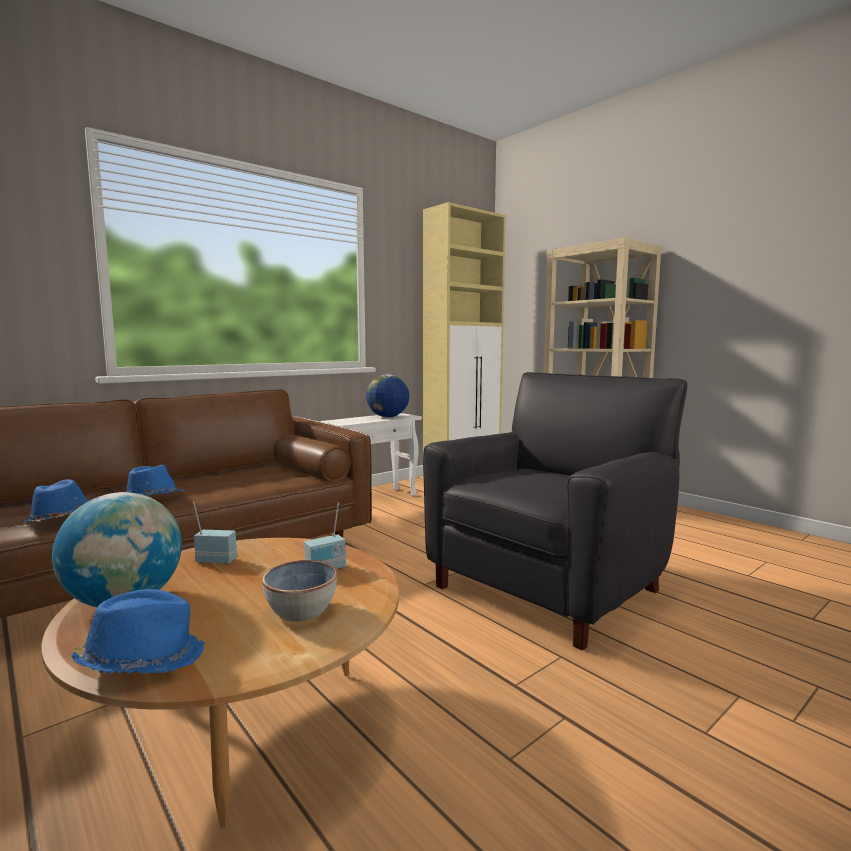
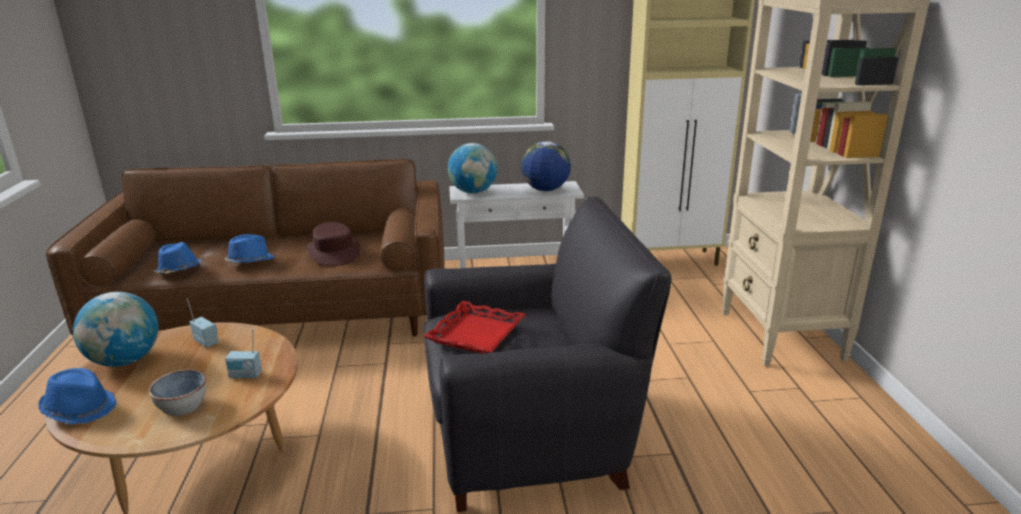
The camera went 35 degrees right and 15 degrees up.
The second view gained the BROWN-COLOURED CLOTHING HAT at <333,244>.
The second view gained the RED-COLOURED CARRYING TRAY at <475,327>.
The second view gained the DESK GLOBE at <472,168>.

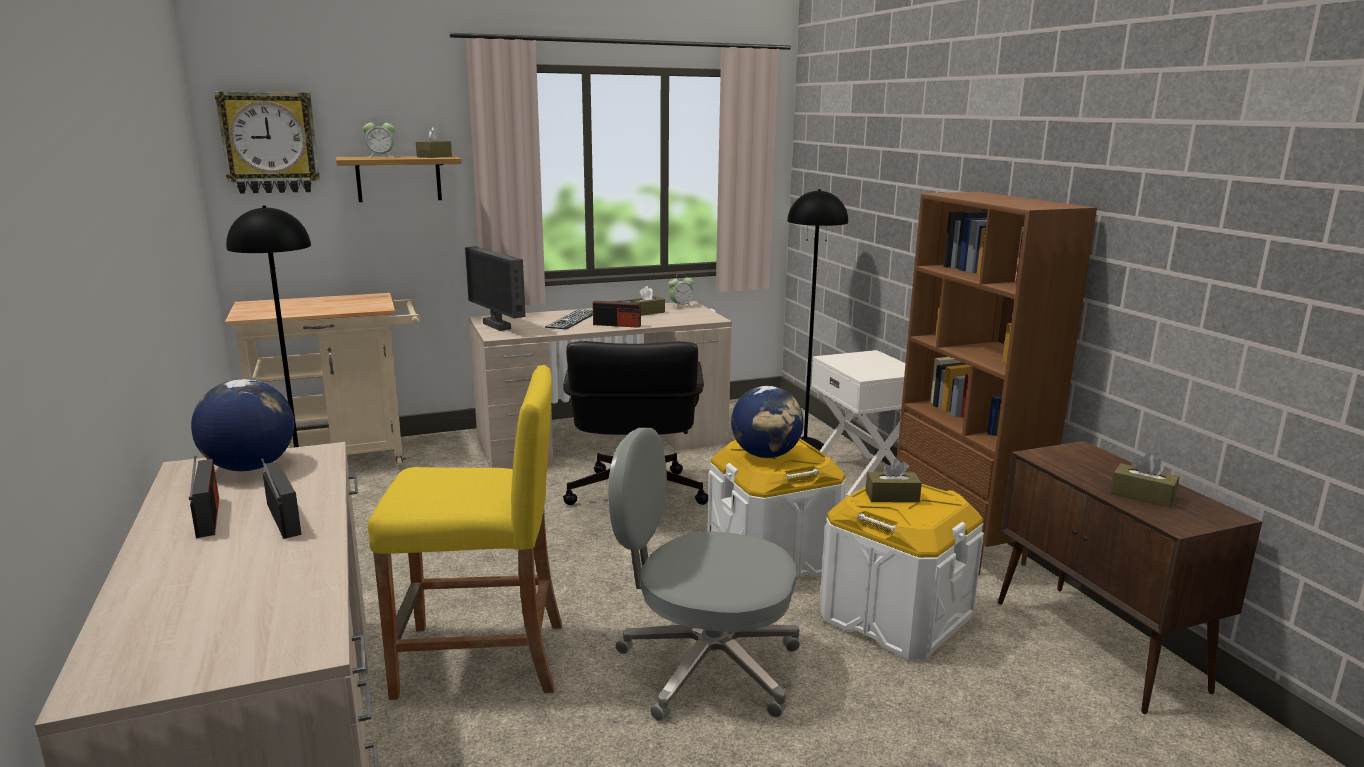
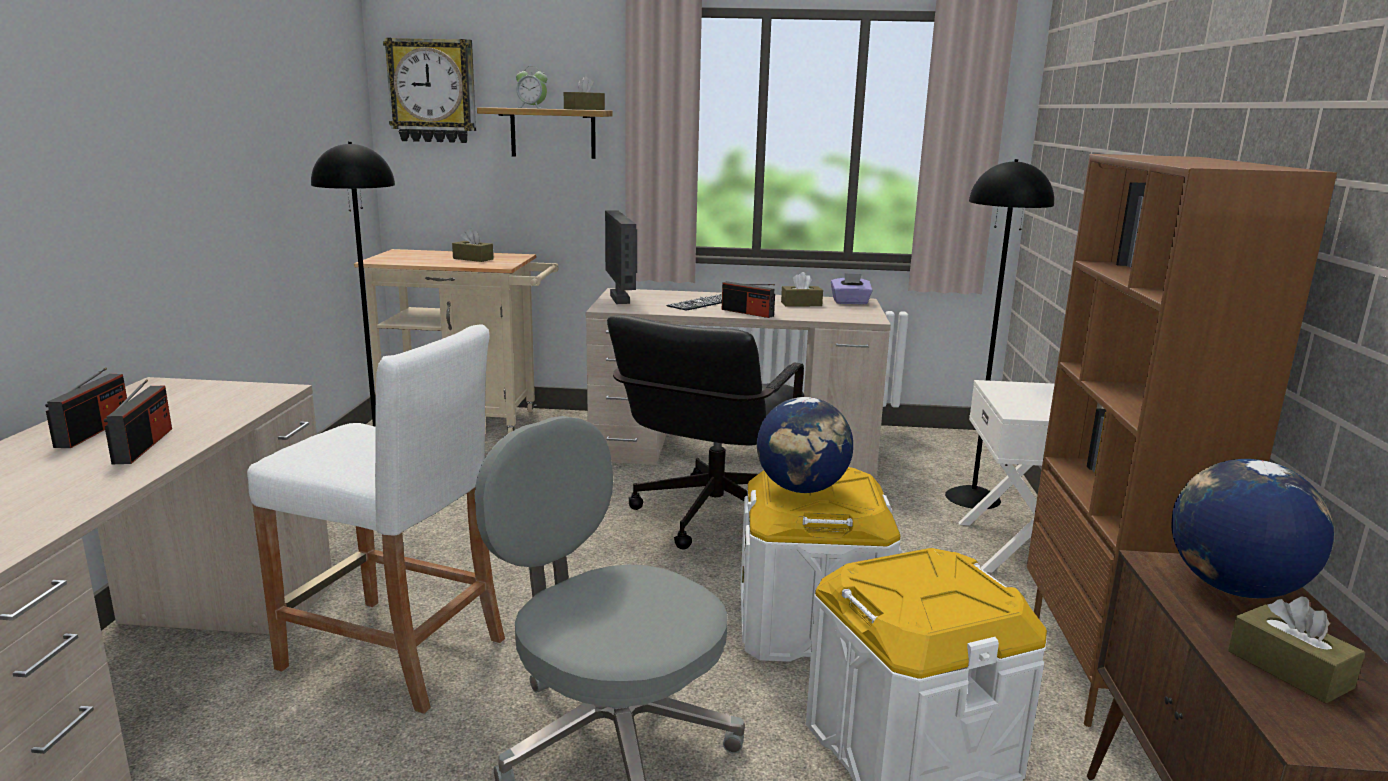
The camera went 25 degrees right and 0 degrees up.
The DESK GLOBE ended up elsewhere, having gone from <242,425> to <1253,528>.
What was the YELLOWISH STOOL at <464,532> turned into the WHITE STOOL at <376,519>.
Where the ALARM CLOCK stood at <681,291>, the PURPLE BOX OF TISSUES came to stand at <852,289>.
The BROWN-COLOURED BOX OF TISSUES ended up elsewhere, having gone from <894,480> to <472,245>.

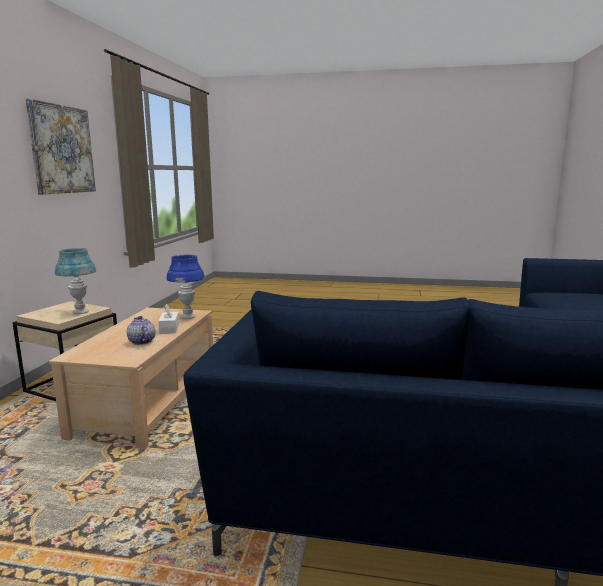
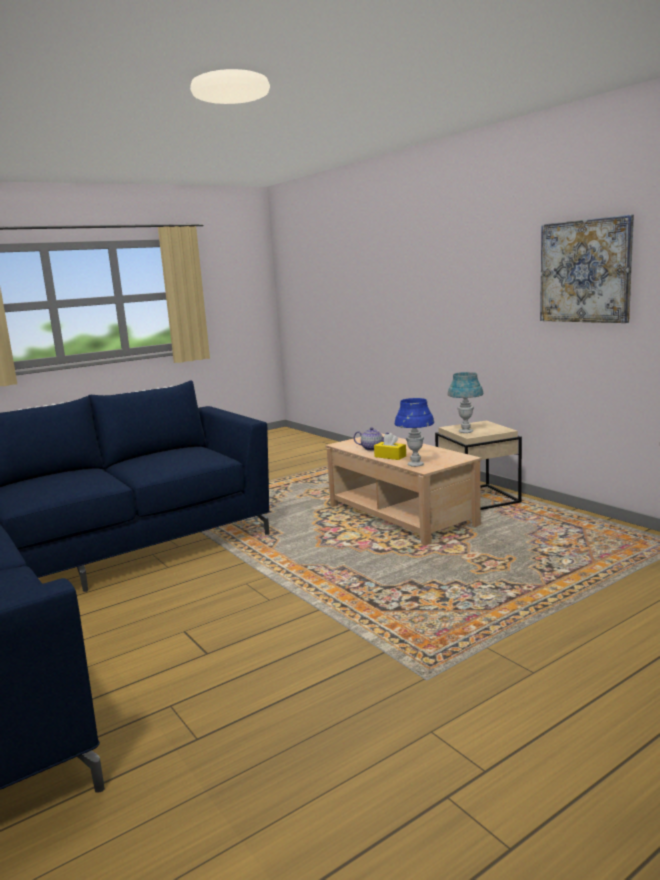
The camera went 135 degrees right and 0 degrees up.
What was the WHITE BOX OF TISSUES at <168,319> turned into the YELLOWISH BOX OF TISSUES at <390,446>.

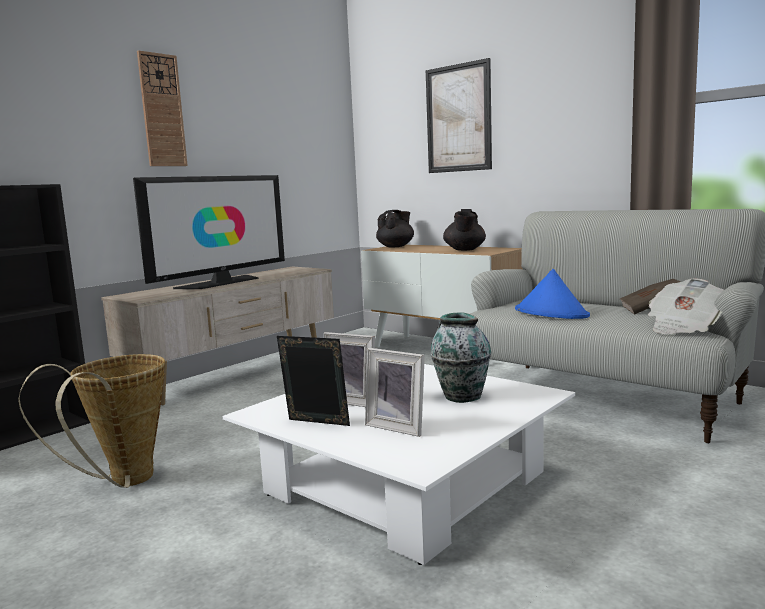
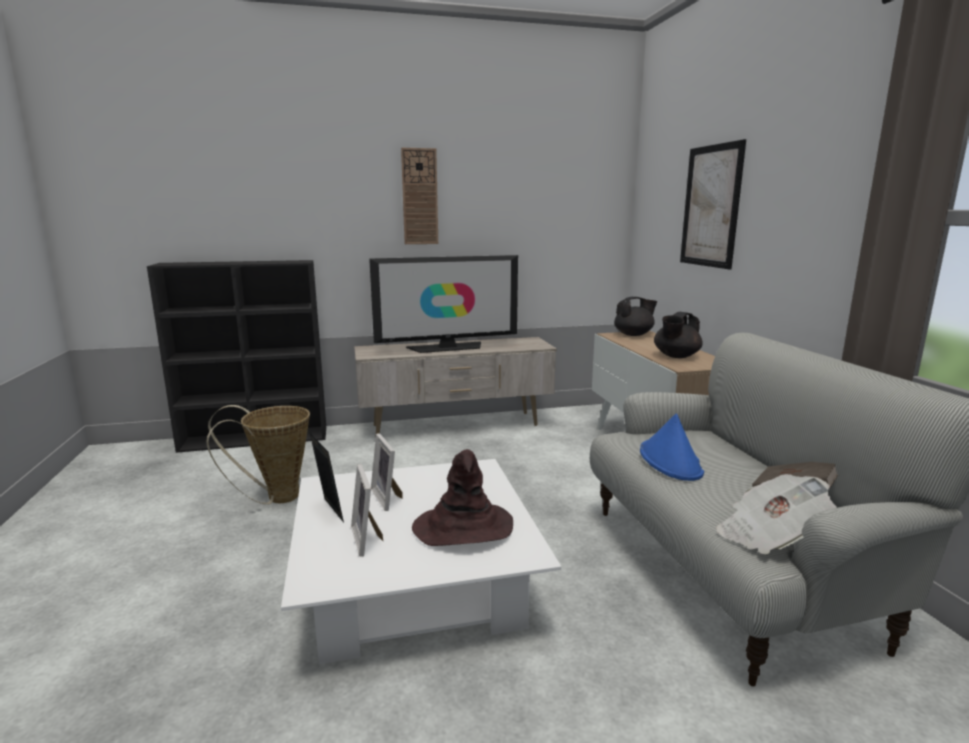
The camera went 35 degrees right and 5 degrees up.
Where the DECORATIVE VASE stood at <461,357>, the BROWN-COLOURED CLOTHING HAT came to stand at <462,497>.

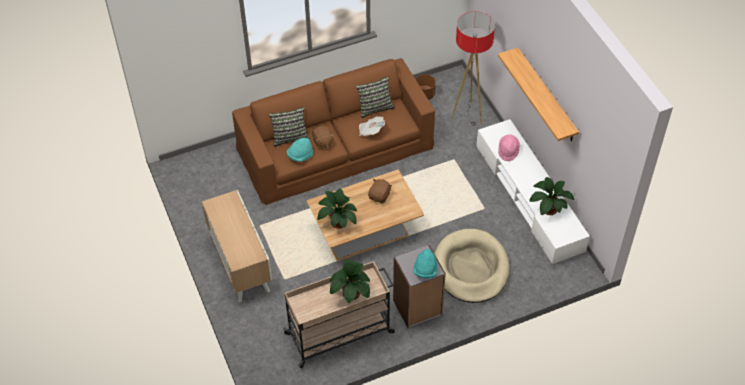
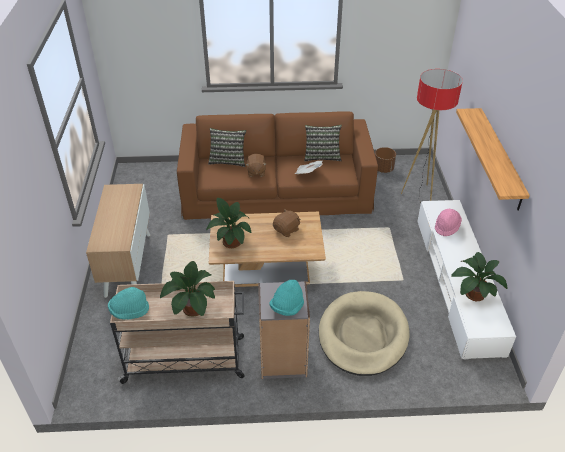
The camera went 20 degrees right and 10 degrees down.
The TURQUOISE CLOTHING HAT ended up elsewhere, having gone from <300,150> to <128,303>.

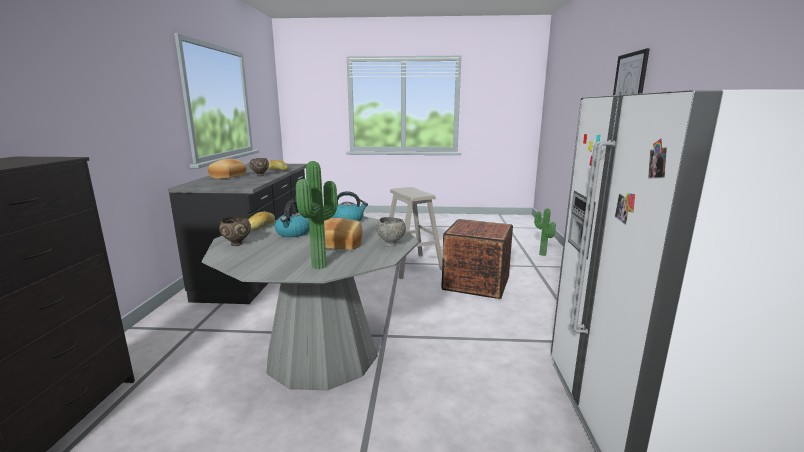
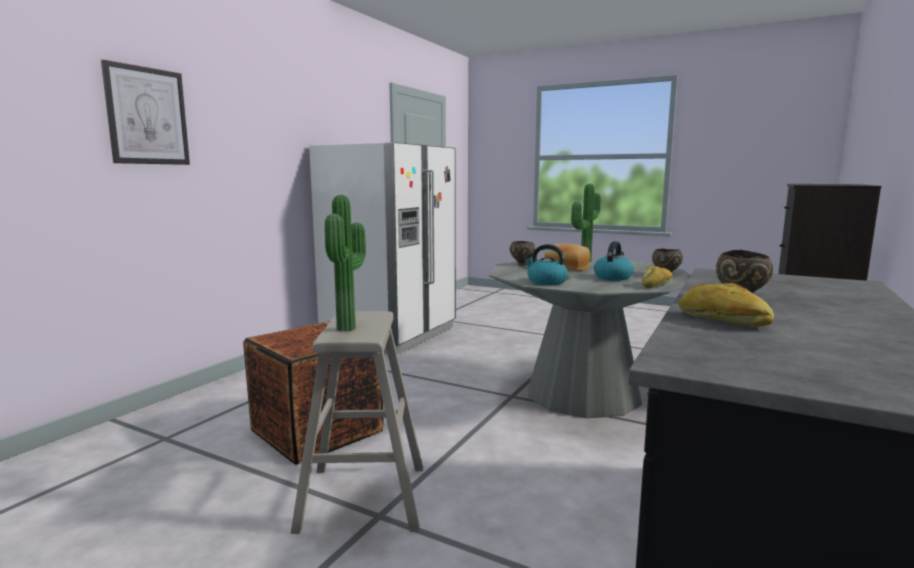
The camera went 155 degrees left and 5 degrees down.
The second view lost the BAKERY BREAD at <227,169>.
What was the GREYISH BOWL at <391,232> turned into the BROWN-COLOURED BOWL at <522,253>.
The HOUSEPLANT ended up elsewhere, having gone from <545,232> to <345,263>.

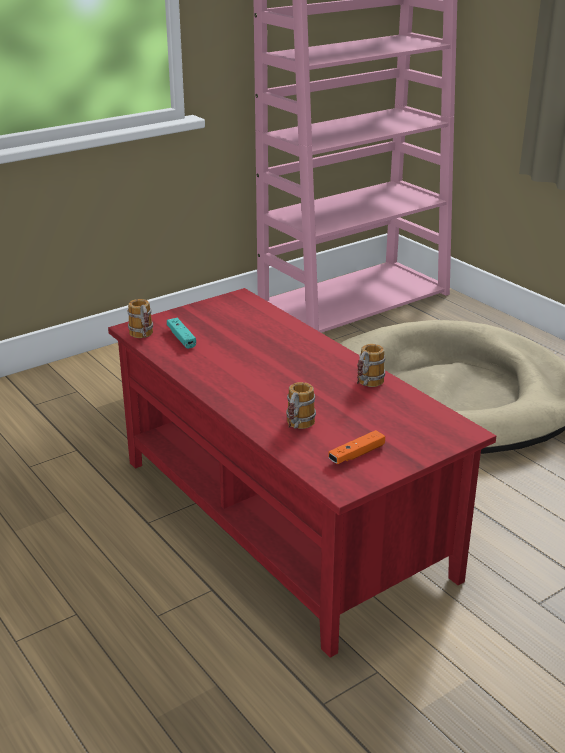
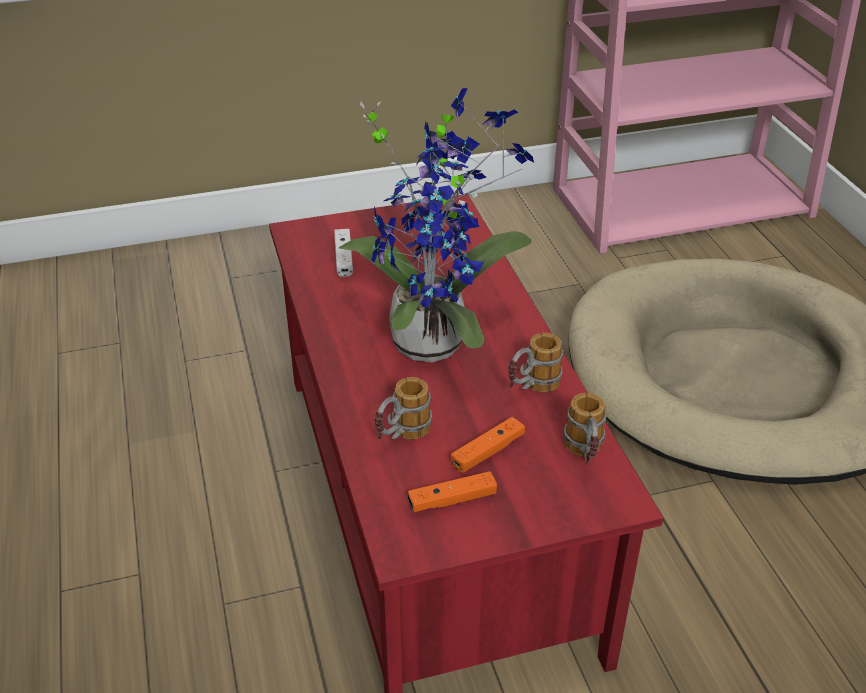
The camera went 20 degrees right and 10 degrees up.
The MUG ended up elsewhere, having gone from <140,318> to <585,429>.
What was the TURQUOISE JOYPAD at <181,333> turned into the WHITE JOYPAD at <343,253>.
The second view gained the HOUSEPLANT at <436,225>.
The second view gained the ORANGE-COLOURED JOYPAD at <488,445>.

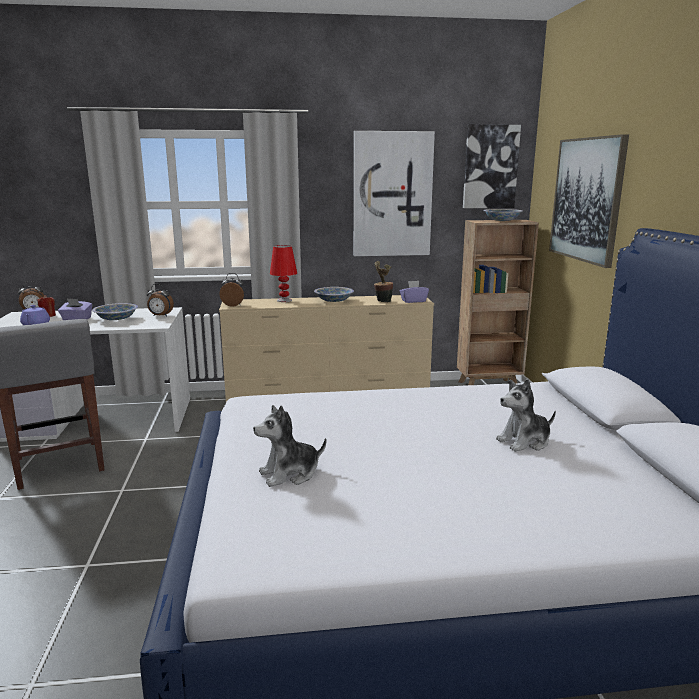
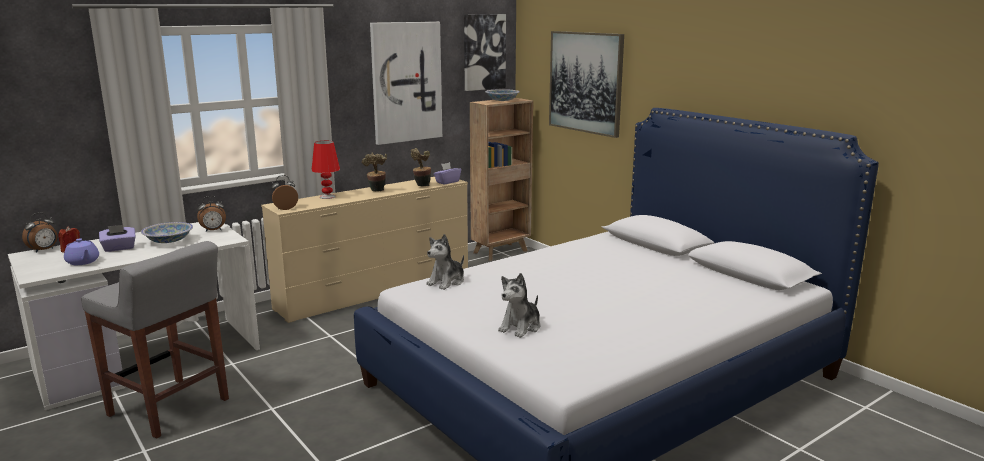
The camera went 30 degrees left and 0 degrees up.
Where the BOWL stood at <334,294>, the HOUSEPLANT came to stand at <374,172>.
The SOFT TOY ended up elsewhere, having gone from <526,415> to <445,262>.

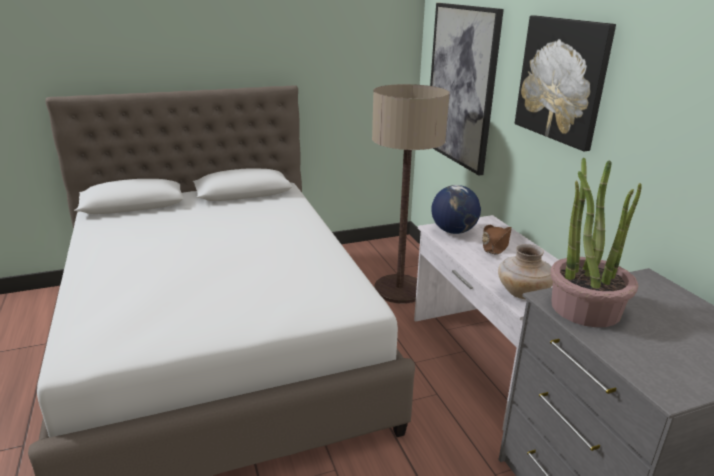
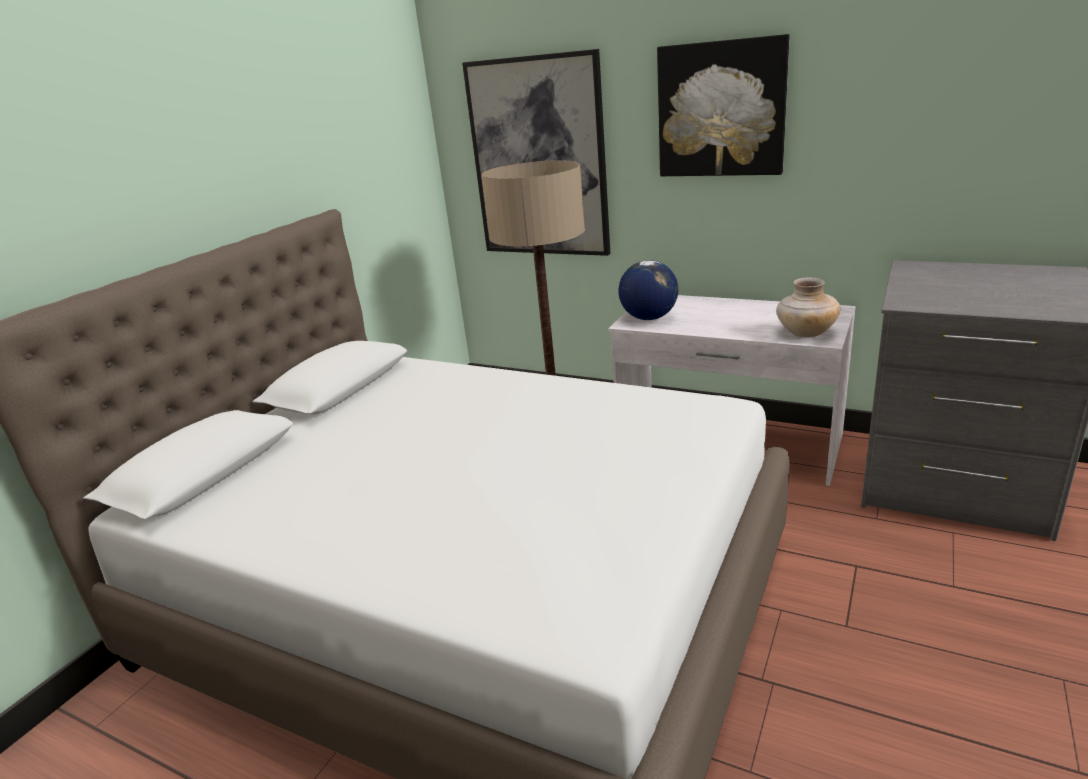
The camera went 40 degrees left and 0 degrees up.
The second view lost the BROWN-COLOURED CLOTHING HAT at <497,239>.
The second view lost the HOUSEPLANT at <596,242>.

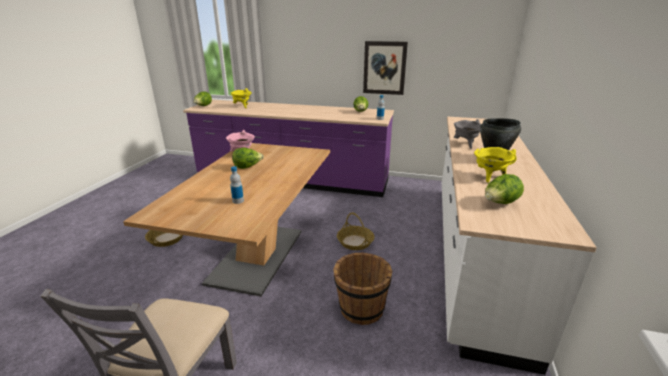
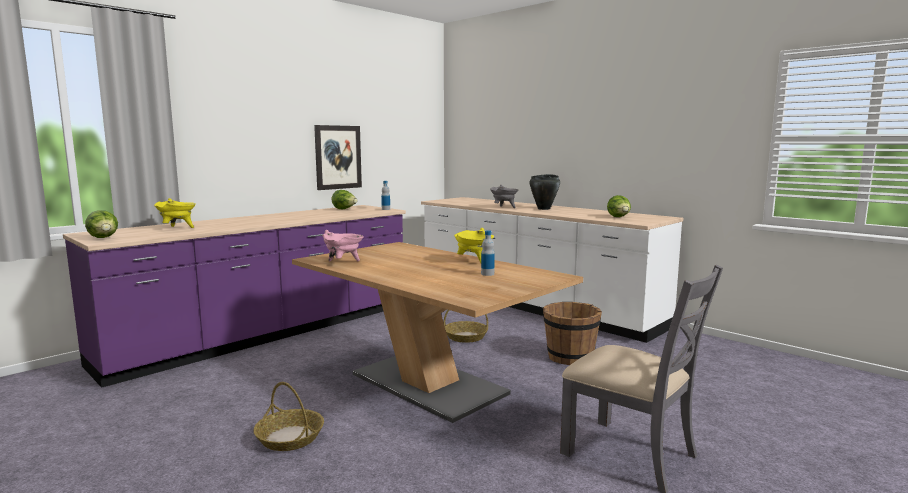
The camera went 60 degrees left and 15 degrees down.
The second view lost the HEAD OF LETTUCE at <248,158>.
The YELLOWISH STOCKPOT ended up elsewhere, having gone from <495,165> to <474,245>.

